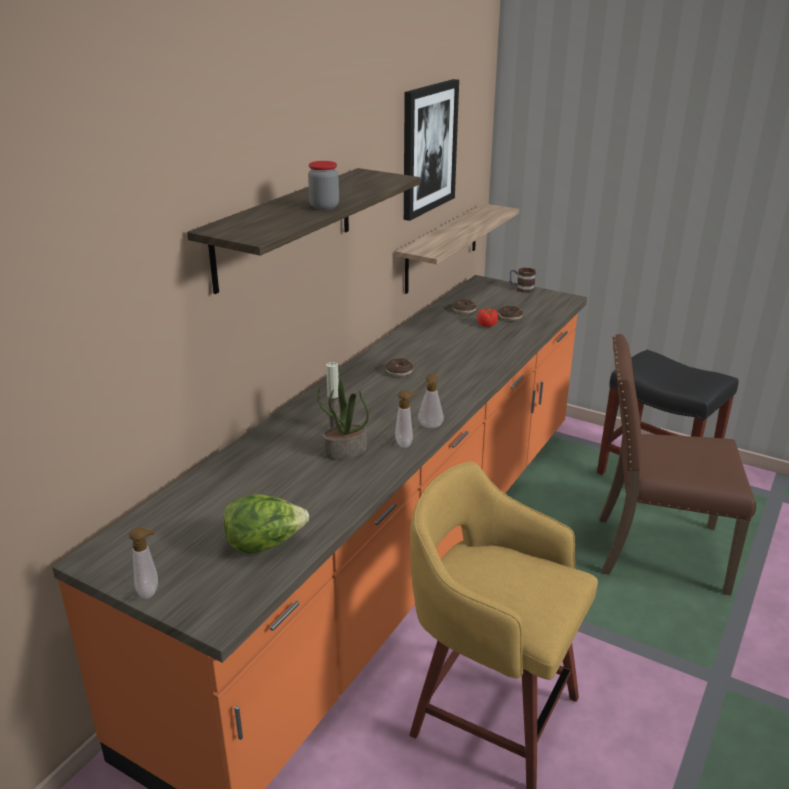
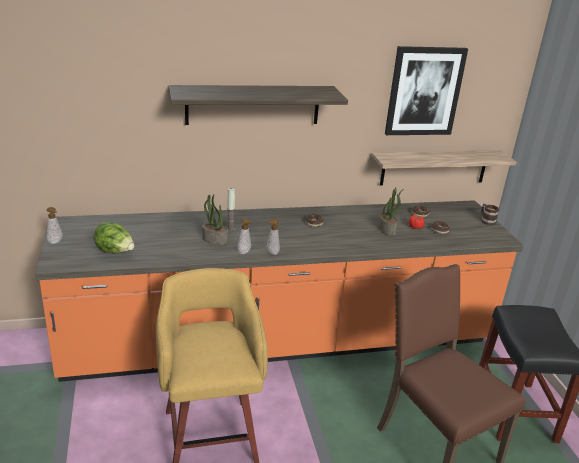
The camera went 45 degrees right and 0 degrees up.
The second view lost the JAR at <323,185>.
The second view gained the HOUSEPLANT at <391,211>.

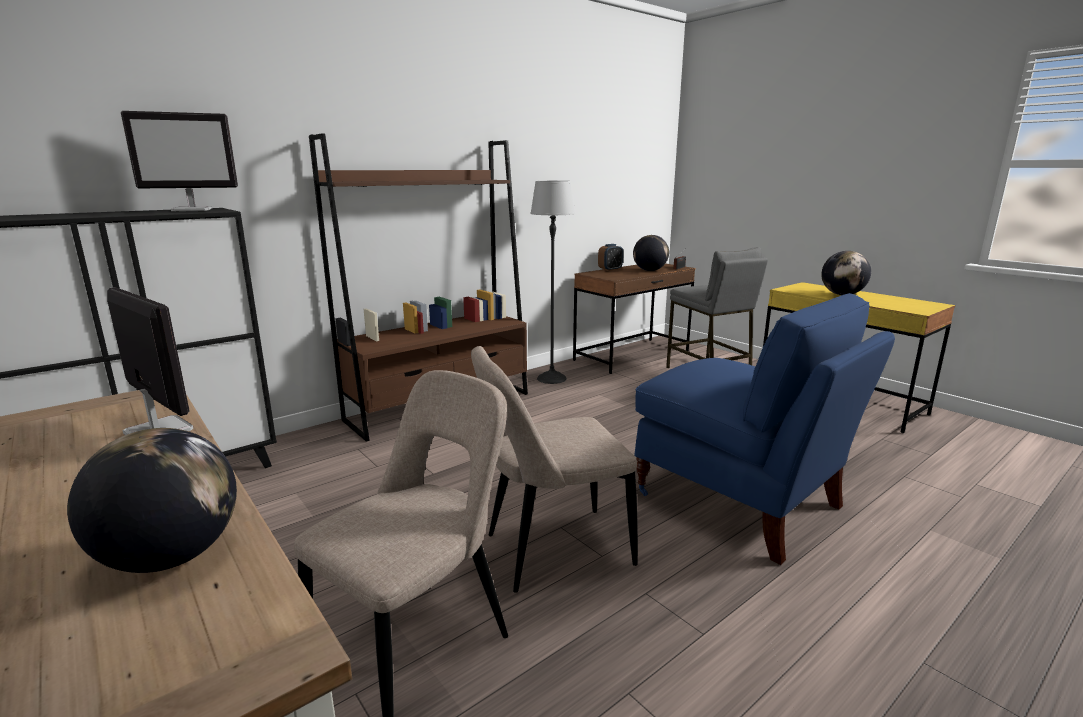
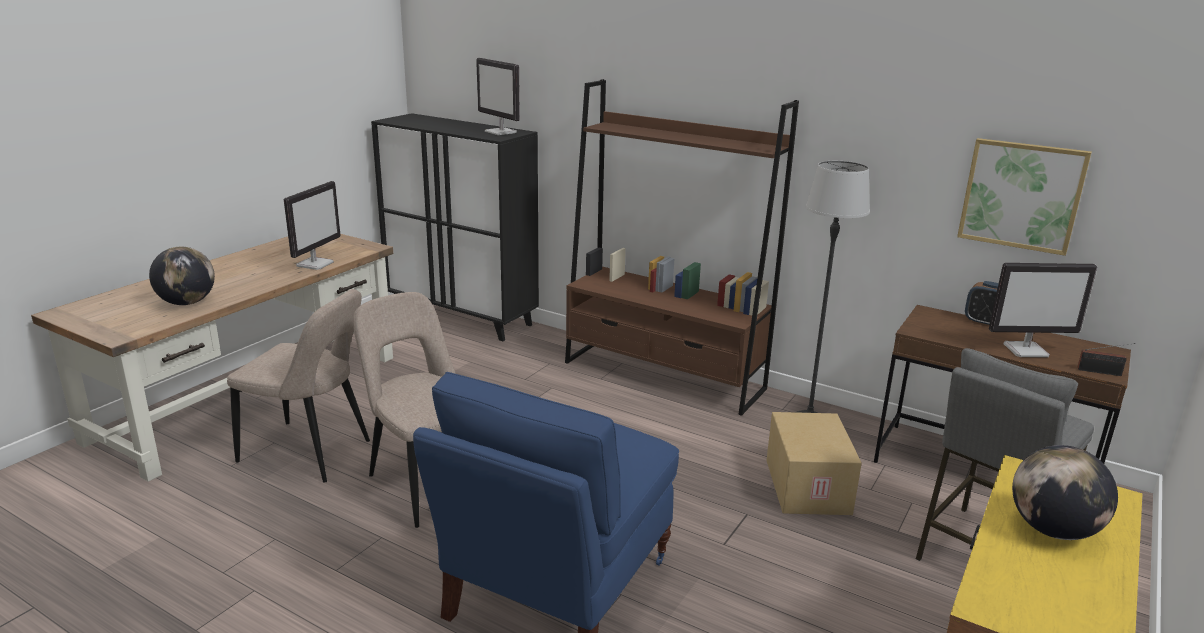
The camera went 70 degrees right and 5 degrees up.
Where the DESK GLOBE stood at <651,253>, the MONITOR came to stand at <1043,310>.
The second view gained the CARTON at <814,463>.
The second view gained the WALL PICTURE at <1024,197>.

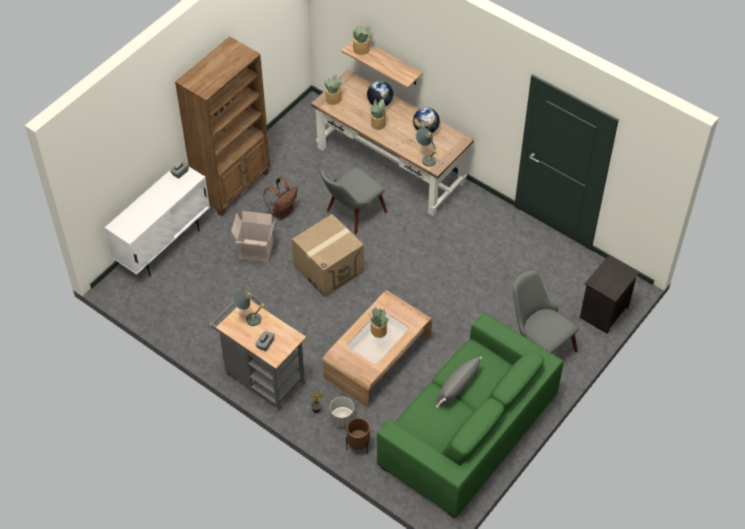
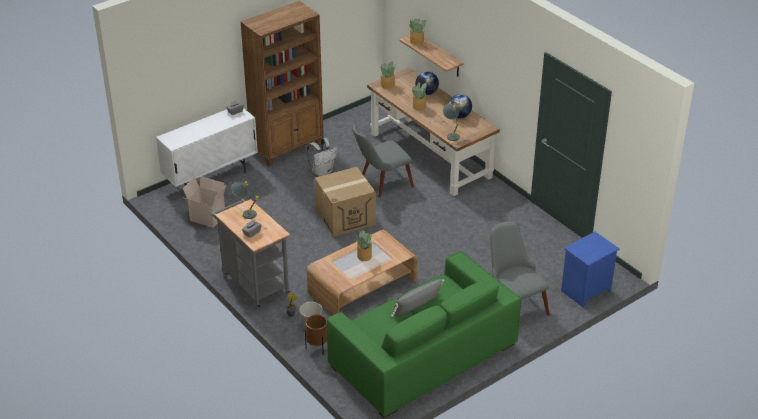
The camera went 15 degrees right and 15 degrees down.
The CARTON ended up elsewhere, having gone from <253,236> to <204,202>.
What was the BROWN-COLOURED RUCKSACK at <280,198> turned into the WHITE RUCKSACK at <322,157>.
What was the BLACK-COLOURED NIGHTSTAND at <610,294> turned into the BLUE-COLOURED NIGHTSTAND at <590,269>.

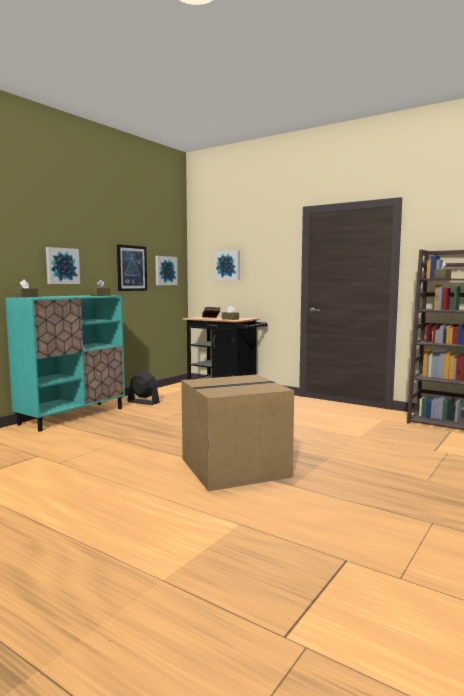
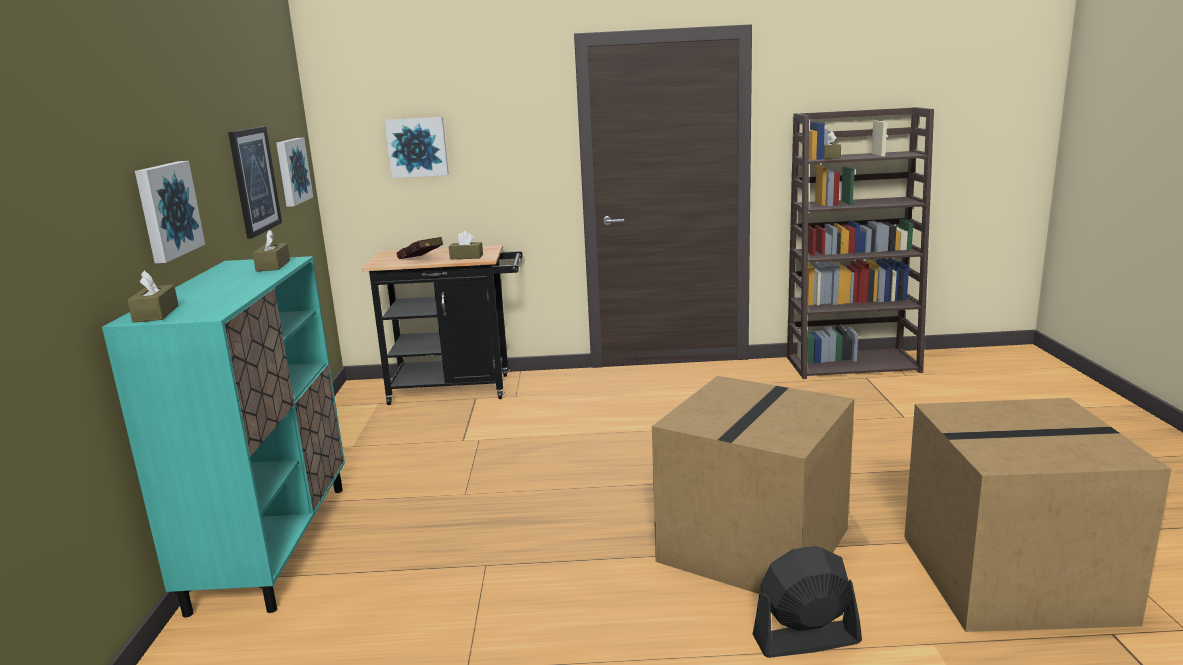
The camera went 35 degrees left and 10 degrees up.
The BLACK-COLOURED FAN ended up elsewhere, having gone from <144,388> to <807,602>.
The second view gained the CARTON at <1037,515>.

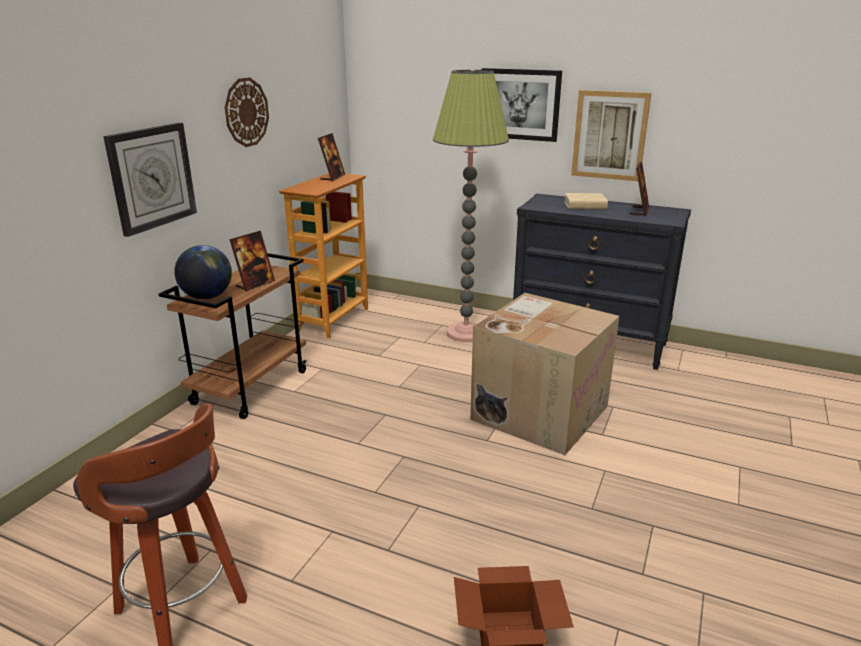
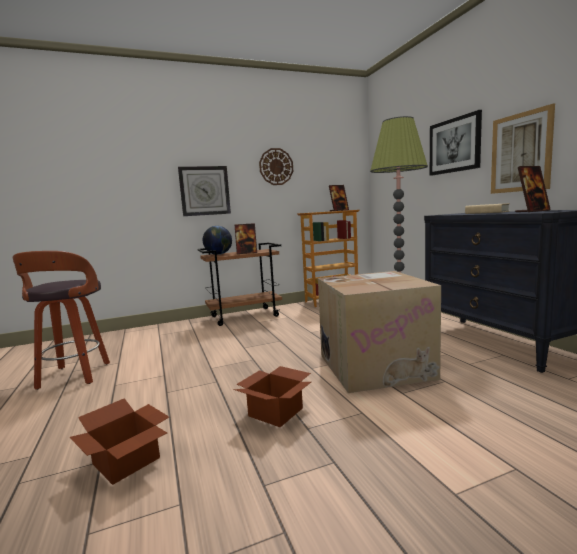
The camera went 45 degrees right and 15 degrees down.
The second view gained the CARTON at <272,396>.

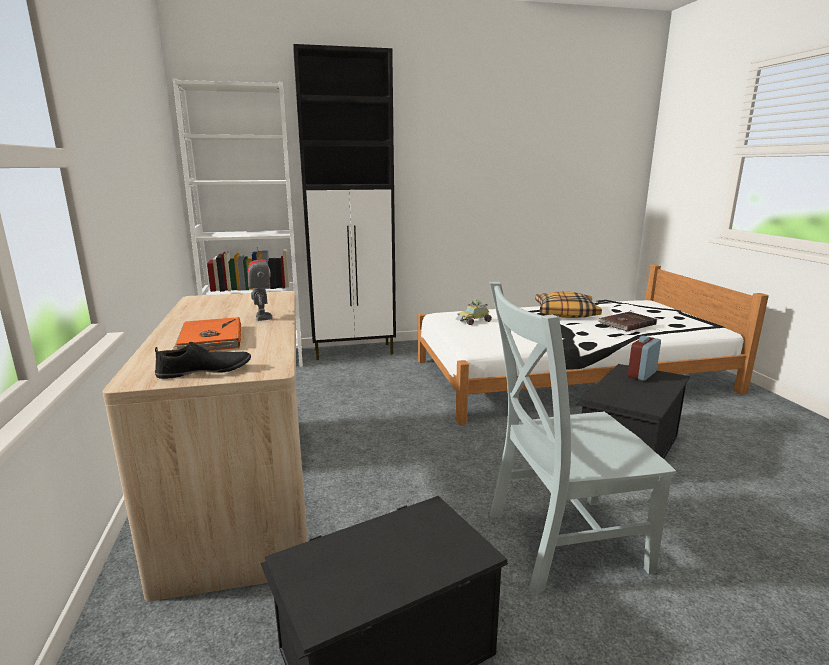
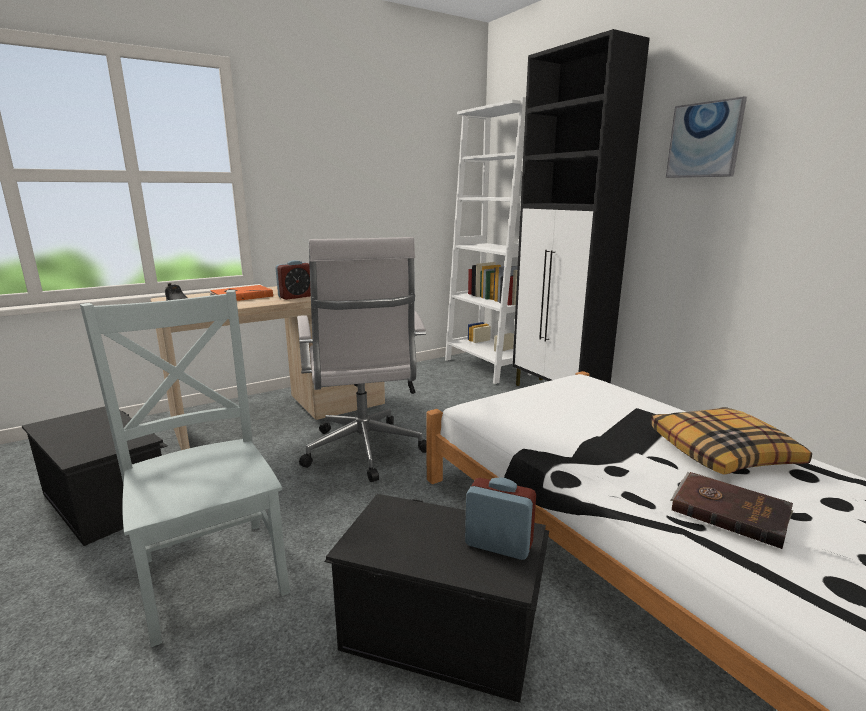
The camera went 70 degrees right and 0 degrees up.
Where the MODEL ROBOT stood at <260,284>, the ALARM CLOCK came to stand at <293,280>.
The second view lost the TOY CAR at <474,312>.
The second view gained the WHITE DESK CHAIR at <362,359>.
The second view gained the WALL PICTURE at <706,137>.

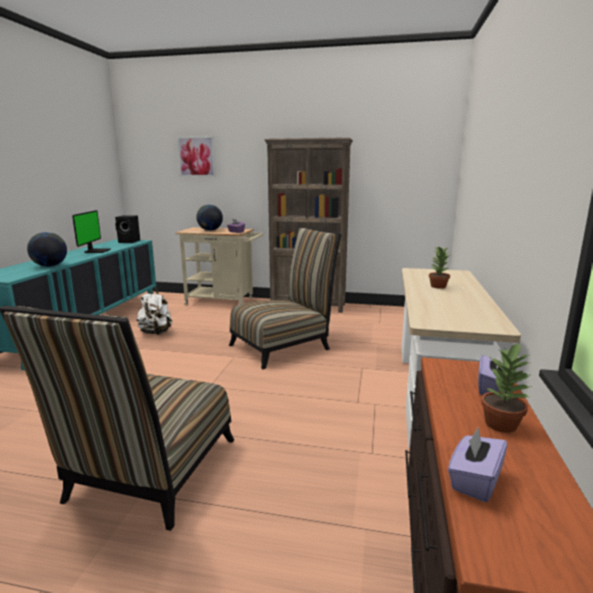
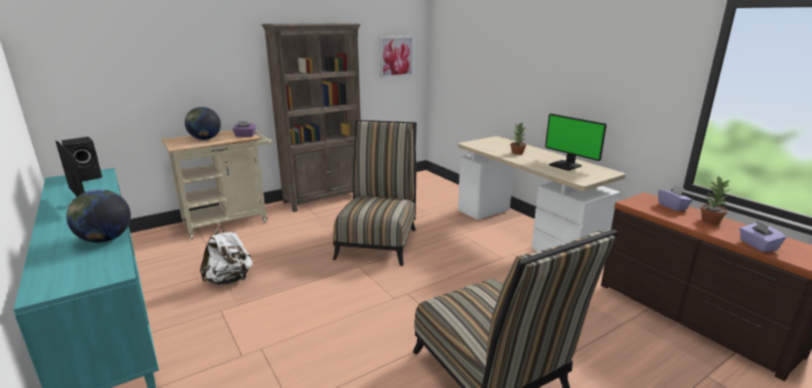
The camera went 45 degrees left and 5 degrees up.
The WALL PICTURE ended up elsewhere, having gone from <196,156> to <397,57>.
The second view gained the MONITOR at <576,142>.

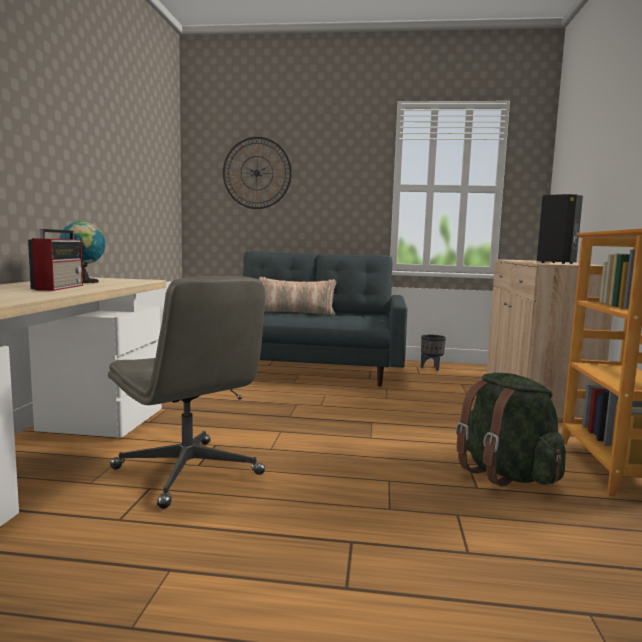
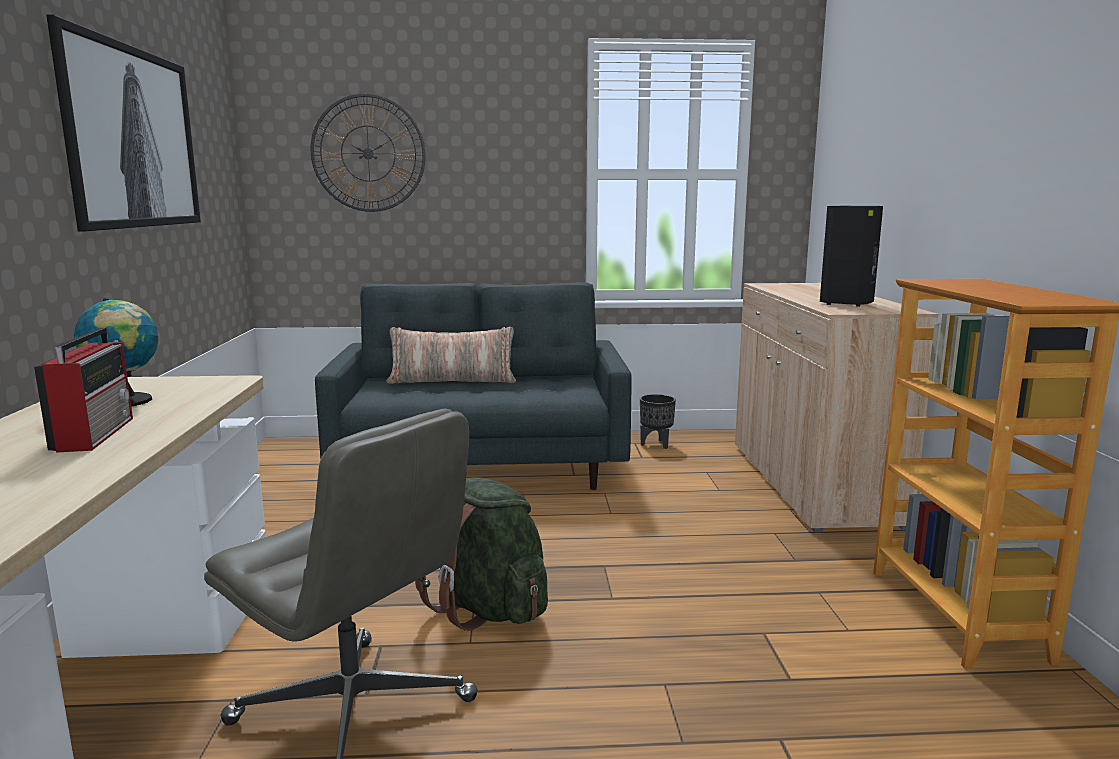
The camera went 10 degrees left and 5 degrees up.
The GREENISH RUCKSACK ended up elsewhere, having gone from <511,430> to <481,554>.
The second view gained the WALL PICTURE at <123,122>.

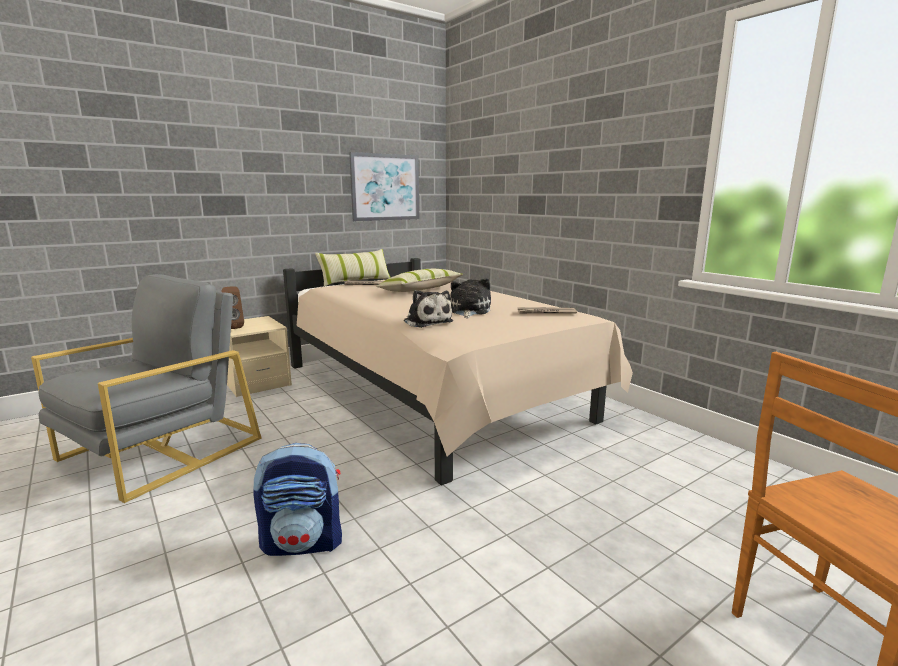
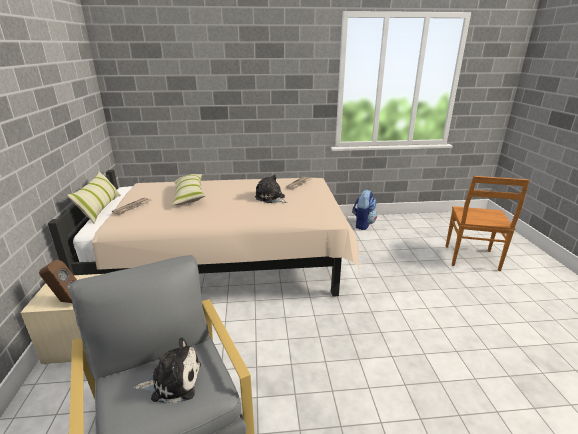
The camera went 60 degrees left and 10 degrees up.
The RUCKSACK ended up elsewhere, having gone from <297,499> to <364,210>.
The second view lost the WALL PICTURE at <384,186>.
The SOFT TOY ended up elsewhere, having gone from <428,309> to <167,370>.

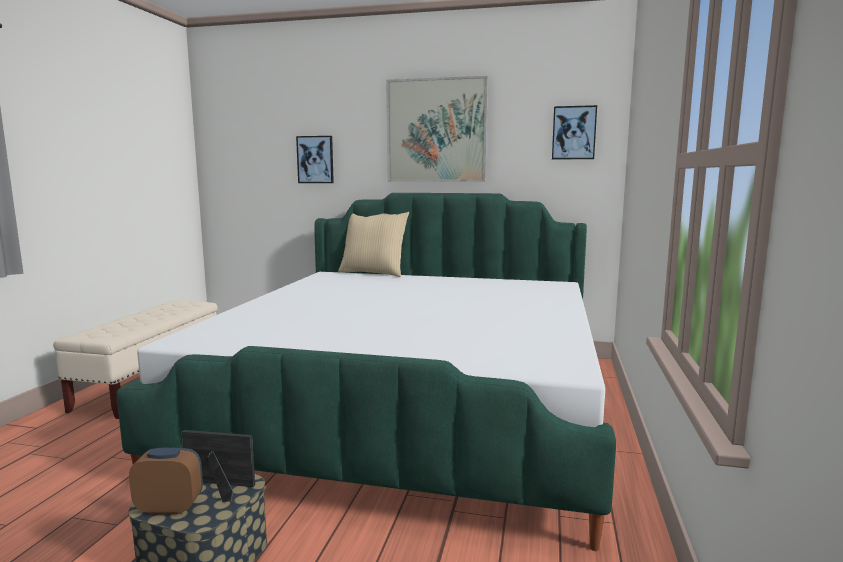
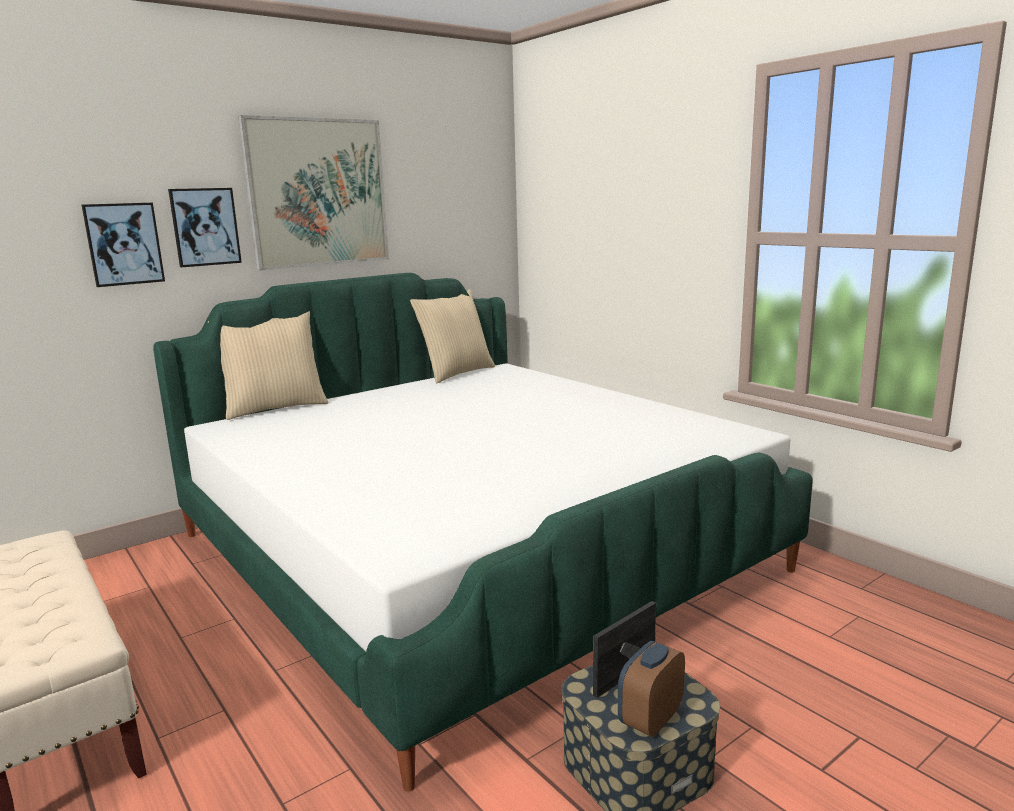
The camera went 50 degrees left and 5 degrees up.
The WALL PICTURE ended up elsewhere, having gone from <574,132> to <205,227>.
The second view gained the BEIGE-COLOURED THROW PILLOW at <452,336>.

